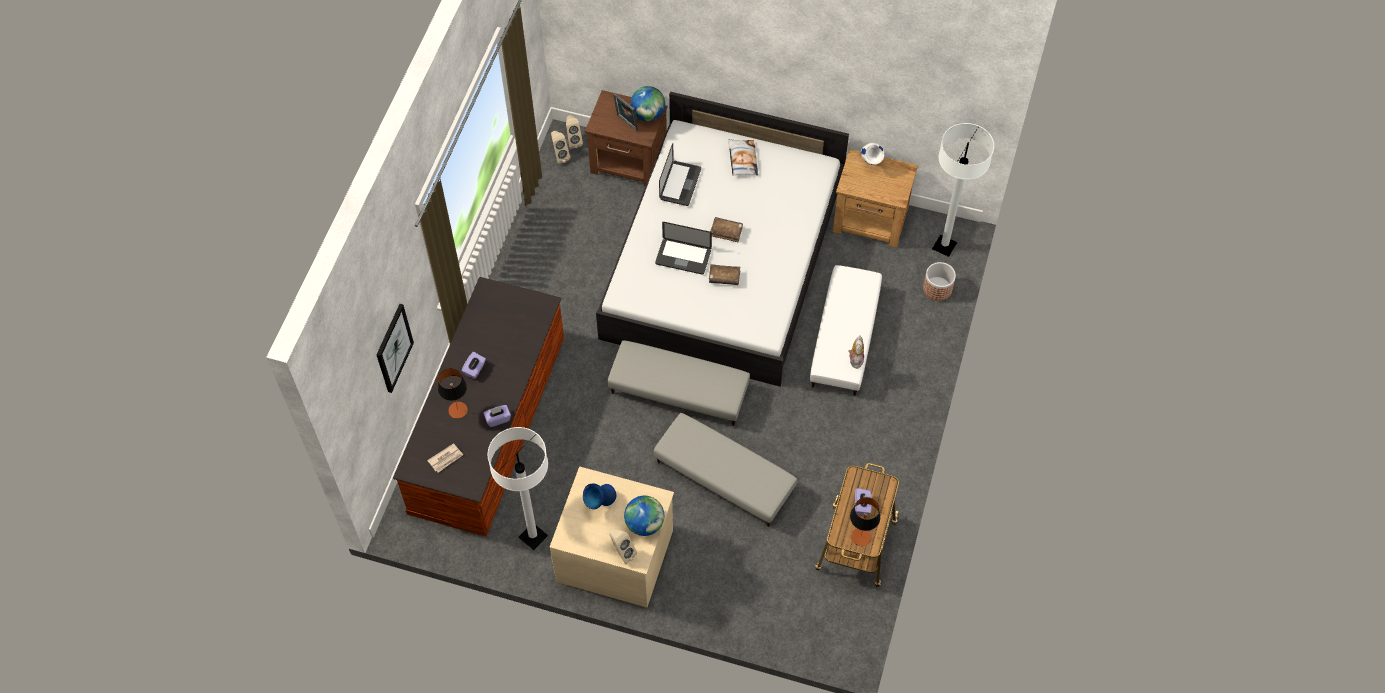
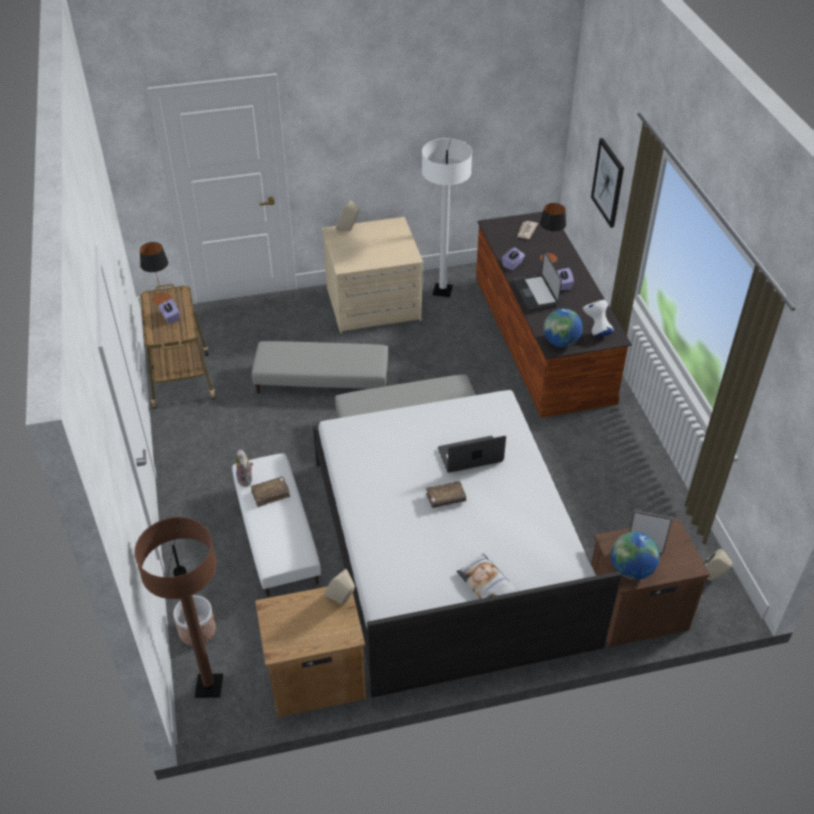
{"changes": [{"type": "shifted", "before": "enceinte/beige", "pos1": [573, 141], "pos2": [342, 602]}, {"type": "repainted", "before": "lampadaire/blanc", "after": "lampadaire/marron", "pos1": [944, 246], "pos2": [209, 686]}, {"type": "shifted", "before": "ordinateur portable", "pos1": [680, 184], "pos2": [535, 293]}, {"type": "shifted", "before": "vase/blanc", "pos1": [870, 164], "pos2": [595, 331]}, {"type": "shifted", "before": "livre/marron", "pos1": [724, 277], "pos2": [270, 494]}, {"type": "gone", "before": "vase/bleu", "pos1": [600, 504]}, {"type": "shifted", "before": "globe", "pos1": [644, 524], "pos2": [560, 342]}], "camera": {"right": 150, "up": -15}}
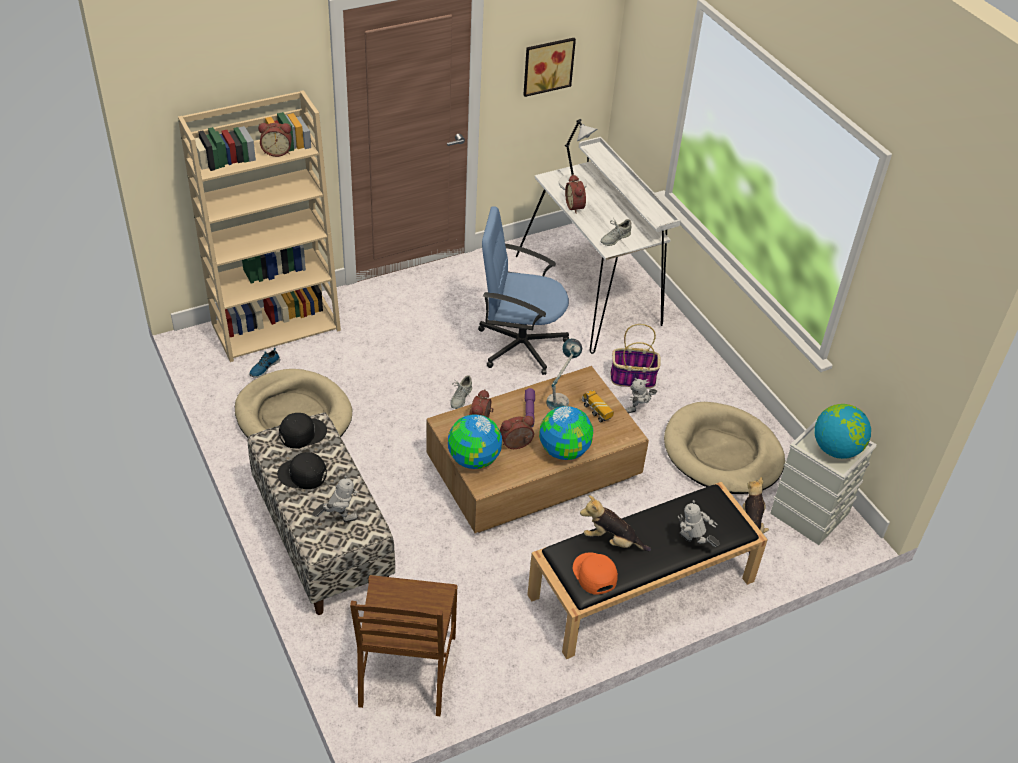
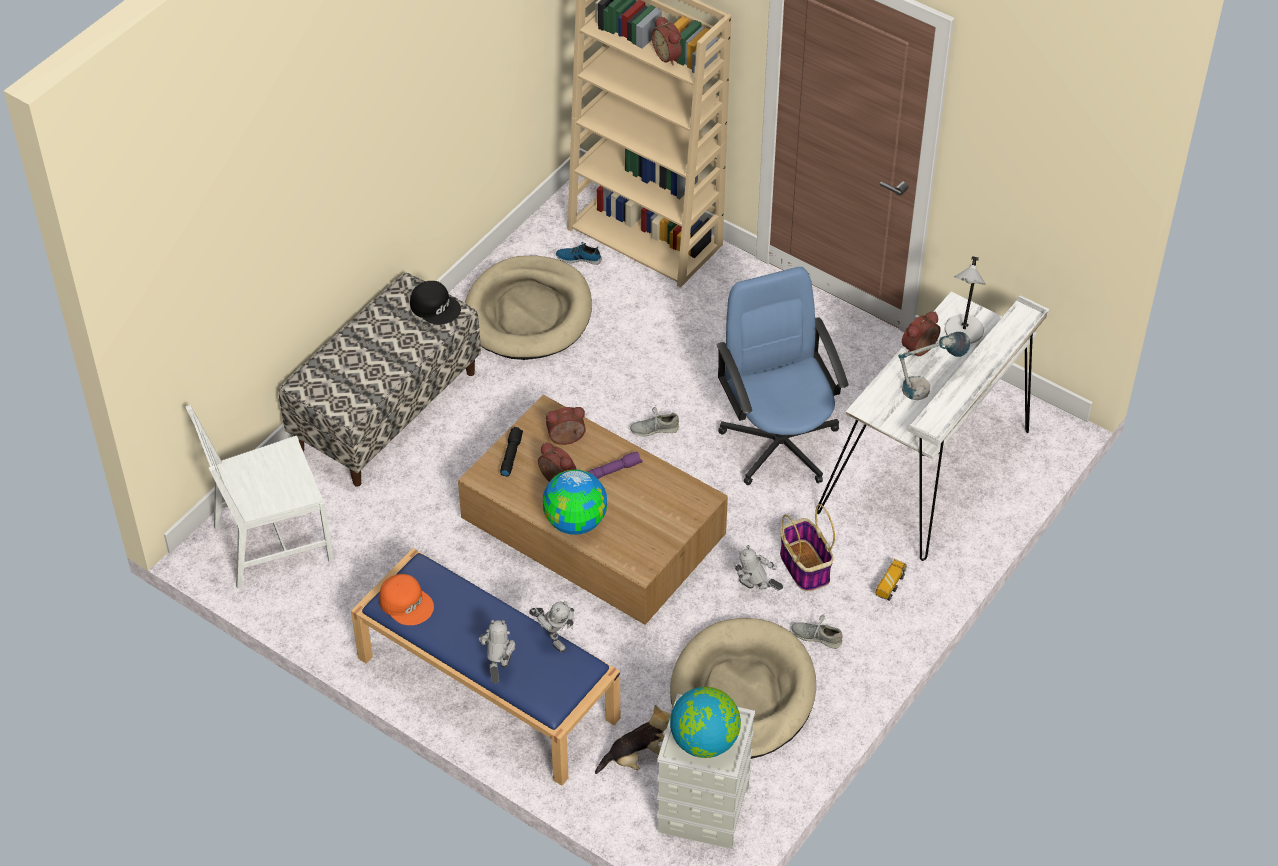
{"changes": [{"type": "gone", "before": "tableau", "pos1": [547, 65]}, {"type": "shifted", "before": "chaussure/gris", "pos1": [615, 238], "pos2": [816, 636]}, {"type": "shifted", "before": "lampe de table", "pos1": [561, 397], "pos2": [928, 389]}, {"type": "shifted", "before": "camion jouet", "pos1": [596, 411], "pos2": [890, 585]}, {"type": "swapped", "before": "globe", "after": "lampe de poche/noir", "pos1": [474, 459], "pos2": [510, 455]}, {"type": "gone", "before": "casquette/noir", "pos1": [302, 475]}, {"type": "shifted", "before": "robot jouet", "pos1": [338, 519], "pos2": [553, 637]}, {"type": "repainted", "before": "banc/noir", "after": "banc/bleu", "pos1": [641, 589], "pos2": [486, 688]}, {"type": "gone", "before": "peluche", "pos1": [611, 541]}, {"type": "rotated", "before": "casquette/orange", "pos1": [594, 574], "pos2": [406, 603], "turn": 90}, {"type": "repainted", "before": "chaise/marron", "after": "chaise/blanc", "pos1": [407, 671], "pos2": [272, 543]}], "camera": {"right": 65, "up": 5}}
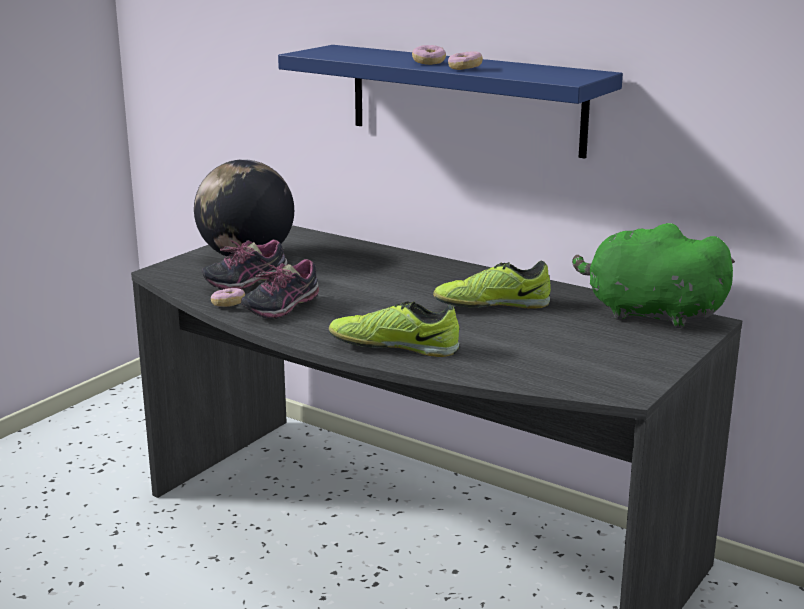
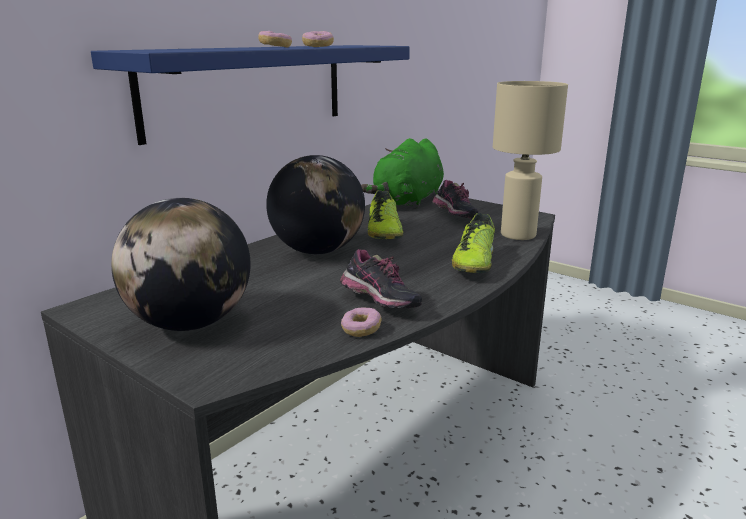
{"changes": [{"type": "shifted", "before": "chaussure", "pos1": [246, 283], "pos2": [454, 216]}, {"type": "new", "after": "lampe de table/beige", "pos2": [519, 235]}, {"type": "new", "after": "globe", "pos2": [317, 251]}], "camera": {"right": -85, "up": 0}}
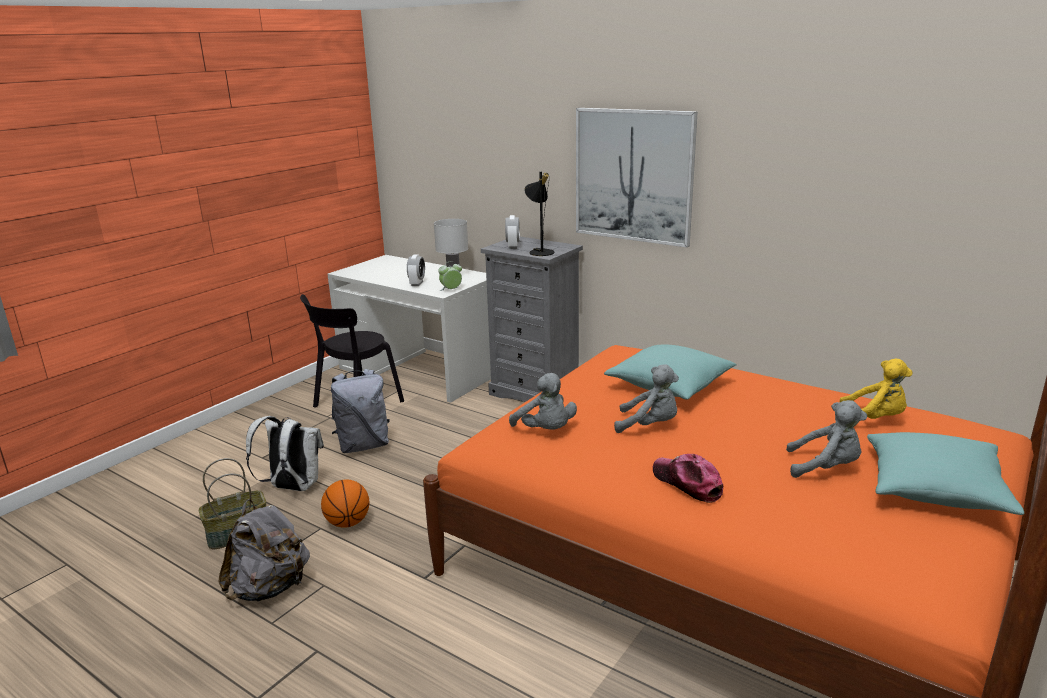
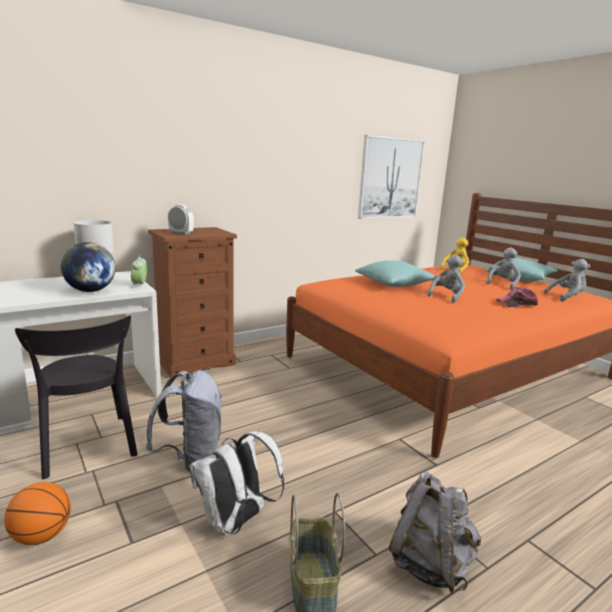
{"changes": [{"type": "shifted", "before": "tableau", "pos1": [633, 176], "pos2": [390, 178]}, {"type": "gone", "before": "lampe de table/noir", "pos1": [540, 251]}, {"type": "repainted", "before": "commode/gris", "after": "commode/marron", "pos1": [535, 393], "pos2": [196, 362]}, {"type": "swapped", "before": "réveil", "after": "globe", "pos1": [417, 283], "pos2": [90, 291]}, {"type": "shifted", "before": "peluche/gris", "pos1": [545, 431], "pos2": [567, 297]}, {"type": "shifted", "before": "ballon de basket", "pos1": [348, 523], "pos2": [42, 535]}], "camera": {"right": -70, "up": -5}}
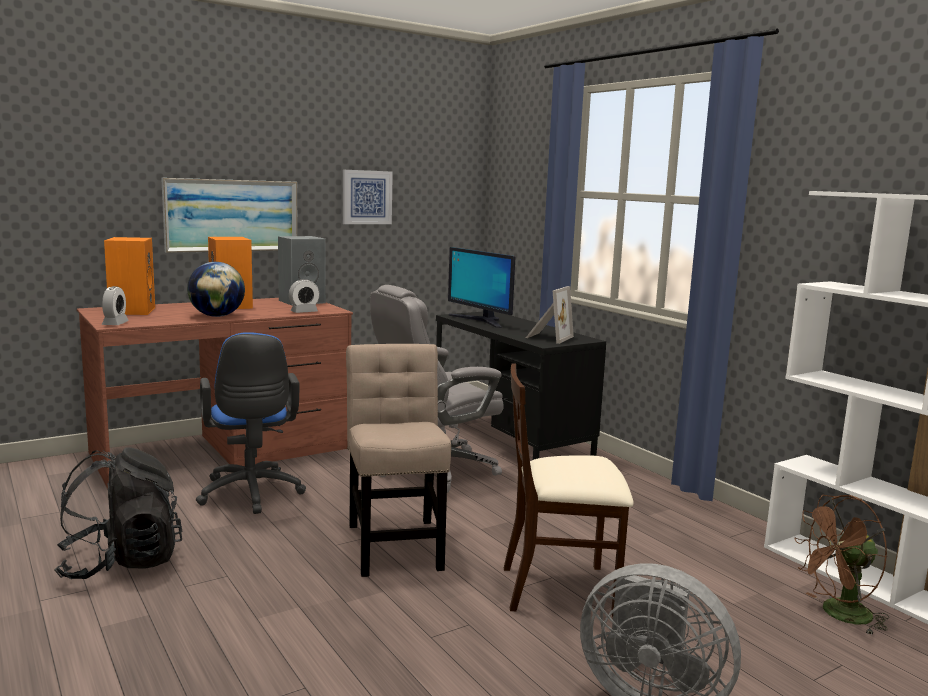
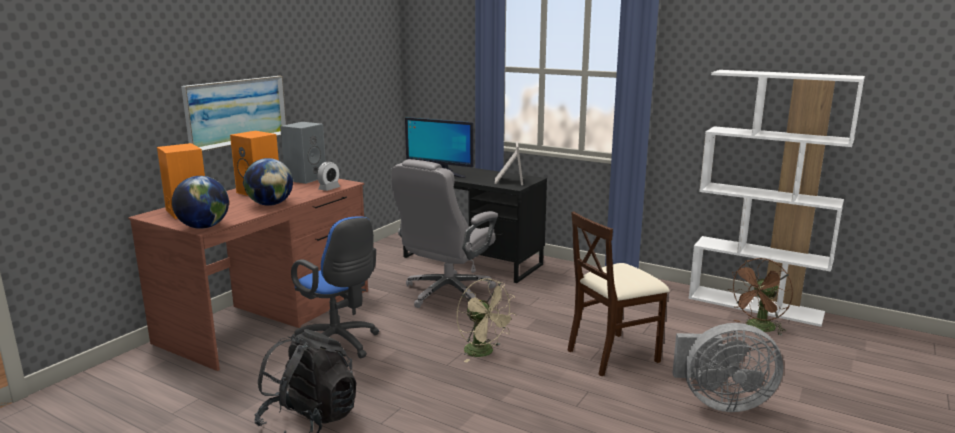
{"changes": [{"type": "gone", "before": "tableau", "pos1": [366, 197]}, {"type": "swapped", "before": "réveil", "after": "globe", "pos1": [115, 323], "pos2": [203, 227]}, {"type": "swapped", "before": "chaise/beige", "after": "ventilateur/beige", "pos1": [395, 543], "pos2": [484, 353]}], "camera": {"right": -25, "up": 5}}
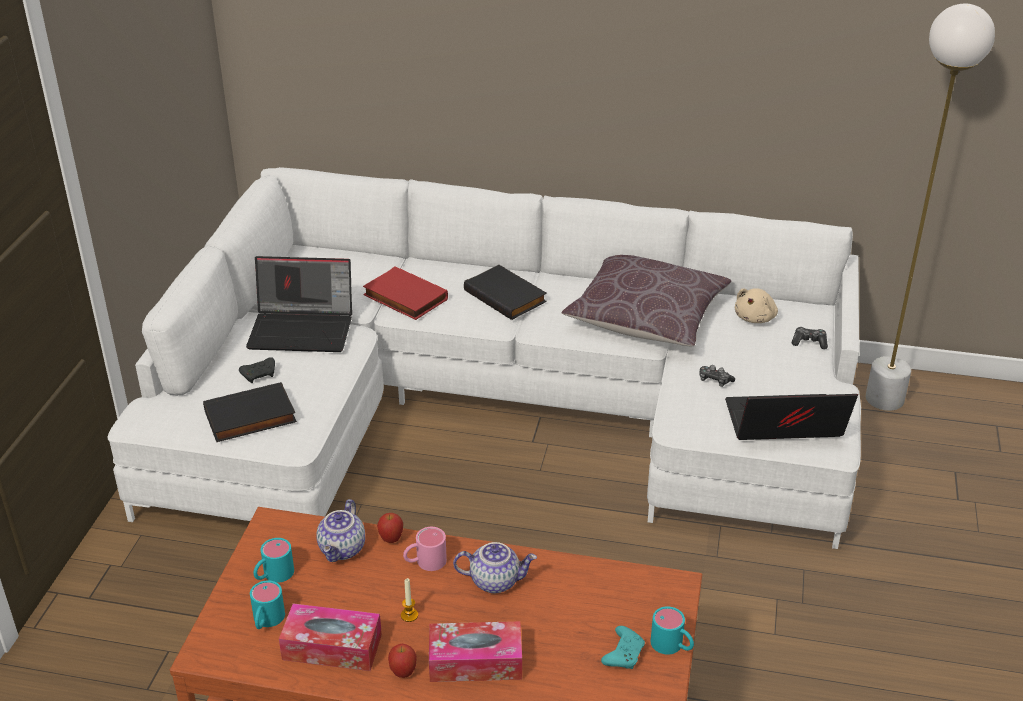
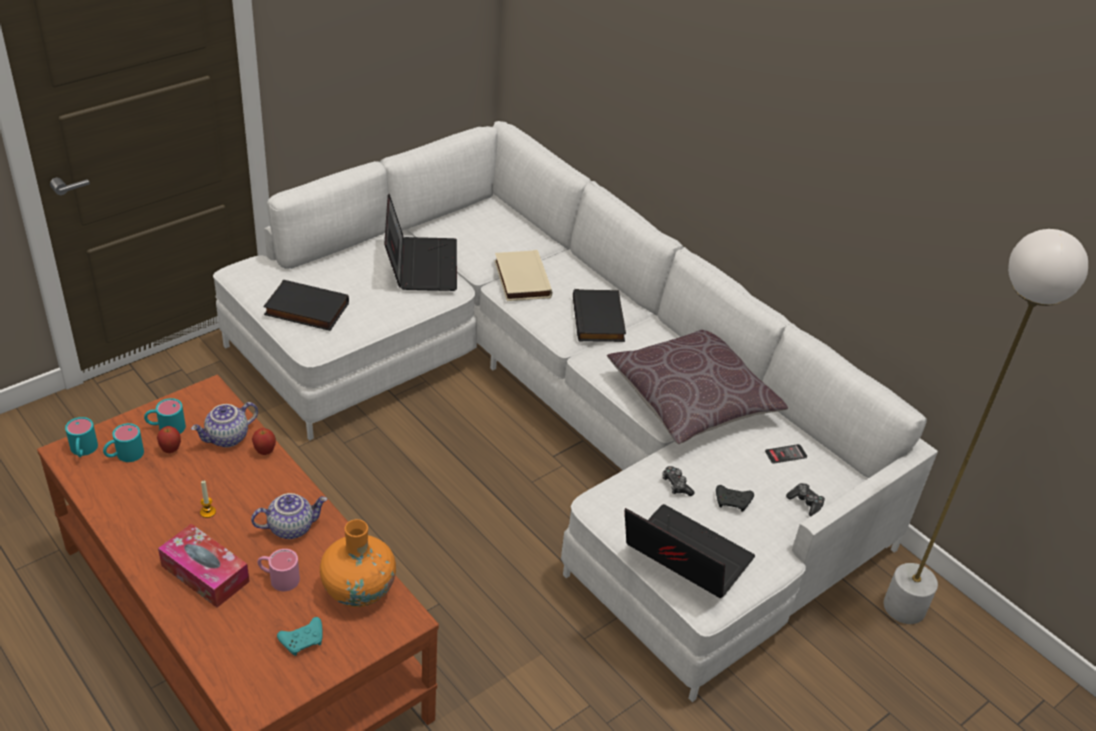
{"changes": [{"type": "rotated", "before": "ordinateur portable", "pos1": [303, 329], "pos2": [420, 264], "turn": -135}, {"type": "repainted", "before": "livre/rouge", "after": "livre/beige", "pos1": [403, 298], "pos2": [520, 279]}, {"type": "swapped", "before": "peluche/beige", "after": "téléphone", "pos1": [755, 318], "pos2": [785, 454]}, {"type": "shifted", "before": "manette/noir", "pos1": [260, 375], "pos2": [733, 502]}, {"type": "shifted", "before": "mug/rose", "pos1": [425, 562], "pos2": [278, 578]}, {"type": "rotated", "before": "théière", "pos1": [495, 580], "pos2": [291, 527], "turn": -60}, {"type": "gone", "before": "boîte à mouchoirs", "pos1": [332, 647]}, {"type": "shifted", "before": "mug/turquoise", "pos1": [672, 646], "pos2": [83, 451]}, {"type": "shifted", "before": "pomme", "pos1": [403, 672], "pos2": [170, 450]}, {"type": "new", "after": "vase/orange", "pos2": [359, 589]}], "camera": {"right": 35, "up": 5}}
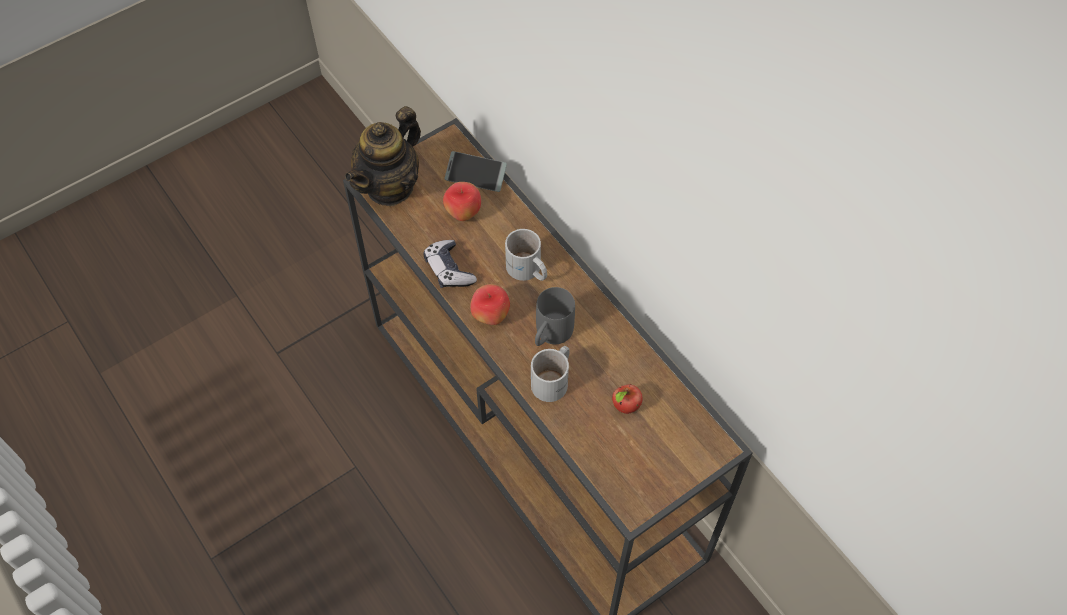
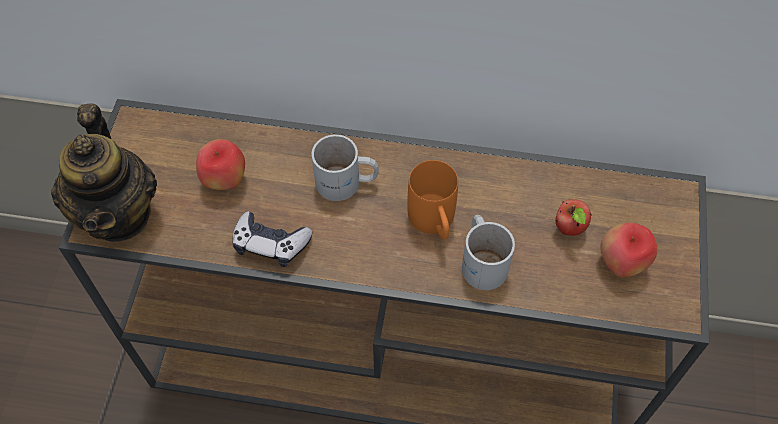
{"changes": [{"type": "gone", "before": "téléphone", "pos1": [475, 175]}, {"type": "shifted", "before": "pomme", "pos1": [490, 315], "pos2": [621, 263]}, {"type": "repainted", "before": "mug/gris", "after": "mug/orange", "pos1": [550, 335], "pos2": [434, 224]}], "camera": {"right": -45, "up": 0}}
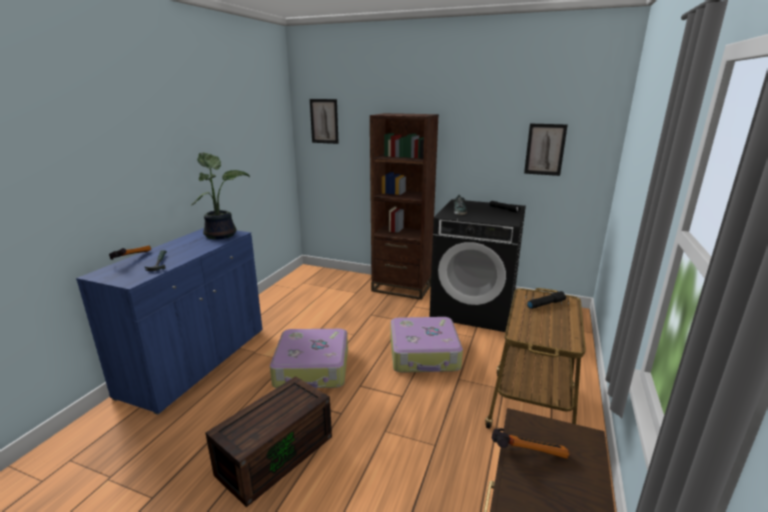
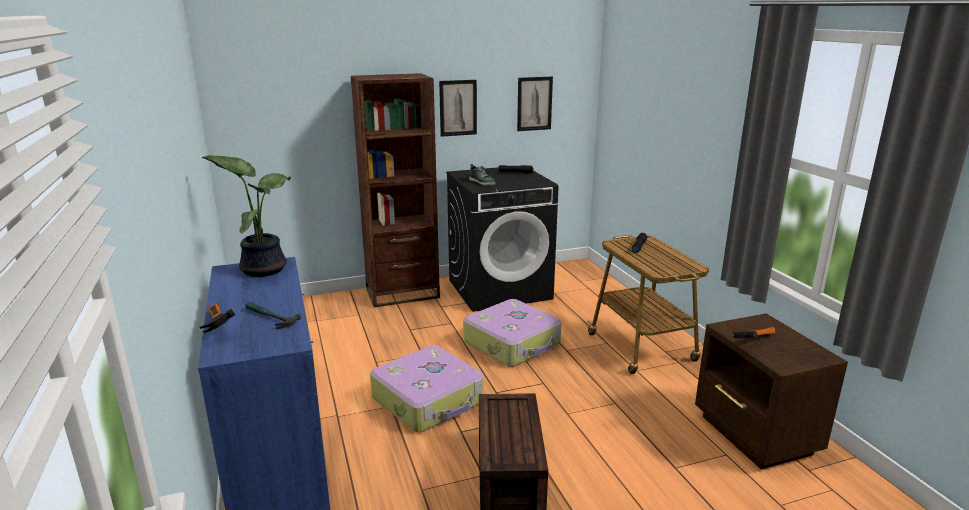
{"changes": [{"type": "shifted", "before": "tableau", "pos1": [324, 121], "pos2": [458, 108]}], "camera": {"right": -40, "up": 0}}
